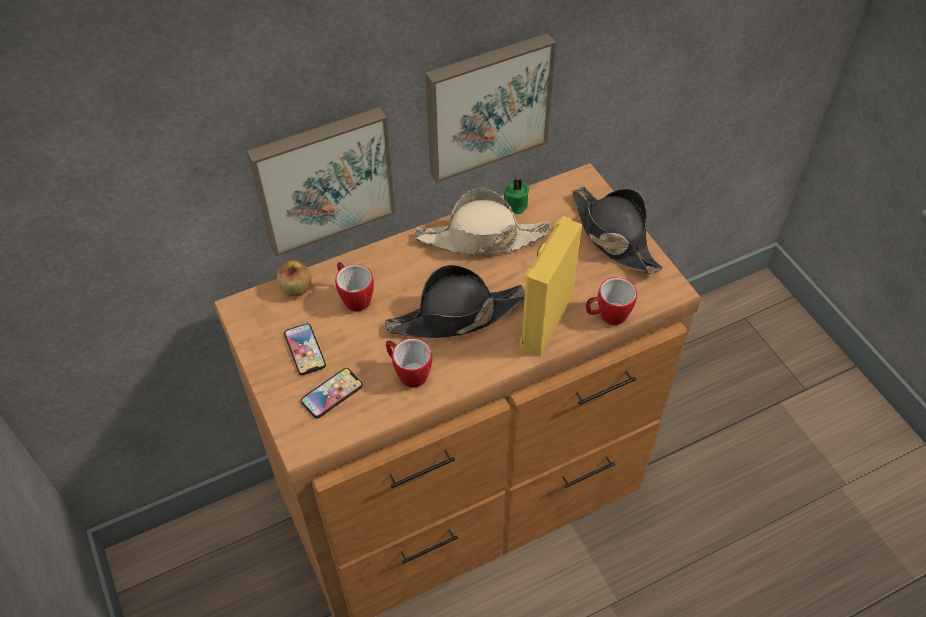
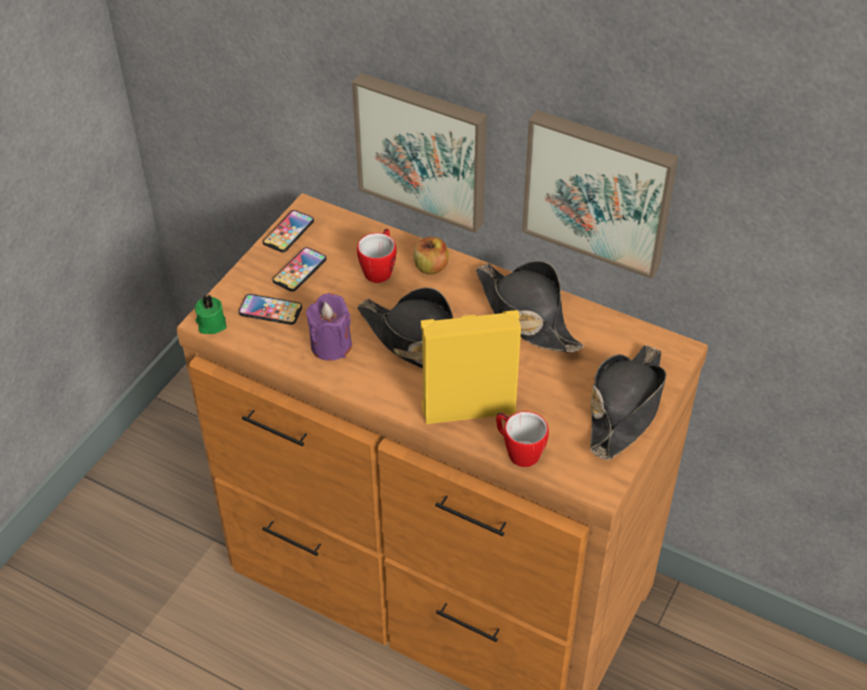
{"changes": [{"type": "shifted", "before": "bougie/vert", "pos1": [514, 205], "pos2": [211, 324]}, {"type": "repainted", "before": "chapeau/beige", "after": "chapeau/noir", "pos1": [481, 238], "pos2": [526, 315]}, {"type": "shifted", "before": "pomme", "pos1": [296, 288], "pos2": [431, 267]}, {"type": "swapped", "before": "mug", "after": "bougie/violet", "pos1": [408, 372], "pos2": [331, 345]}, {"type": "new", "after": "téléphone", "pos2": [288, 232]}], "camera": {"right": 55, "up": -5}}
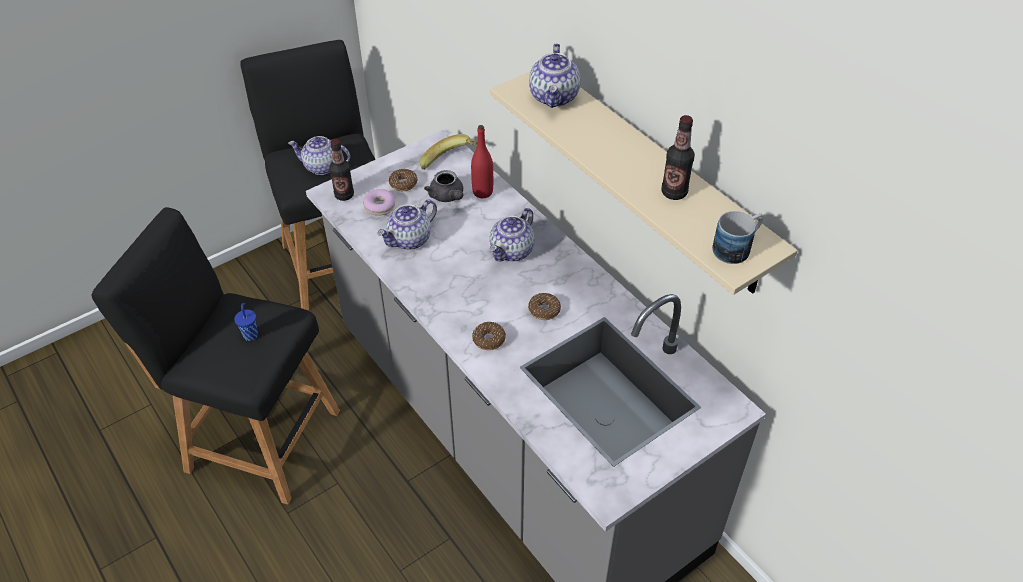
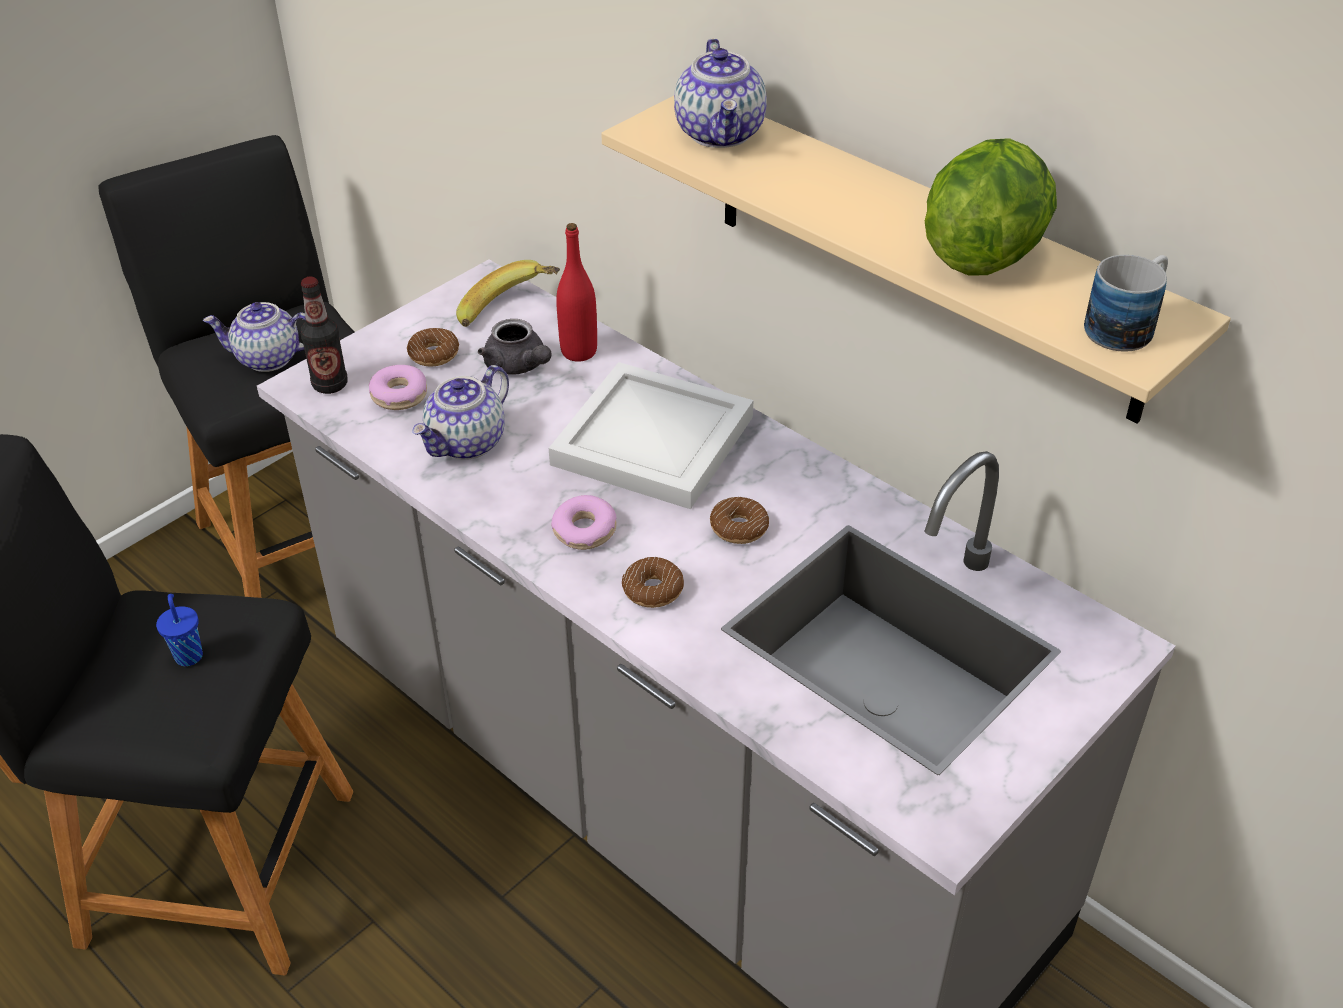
{"changes": [{"type": "swapped", "before": "bouteille", "after": "laitue", "pos1": [674, 193], "pos2": [983, 254]}, {"type": "swapped", "before": "théière", "after": "plateau/blanc", "pos1": [512, 251], "pos2": [656, 440]}, {"type": "new", "after": "beignet", "pos2": [584, 531]}], "camera": {"right": -10, "up": -5}}
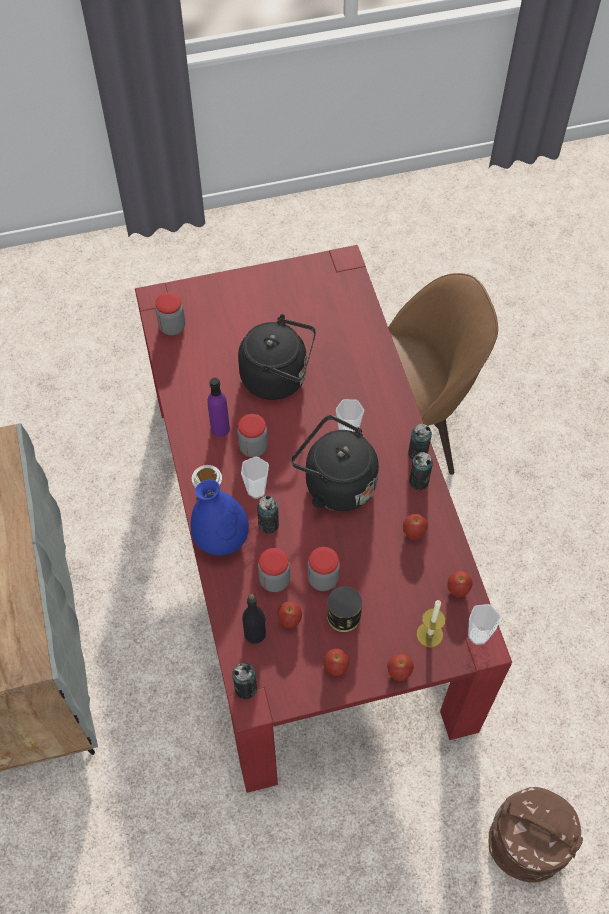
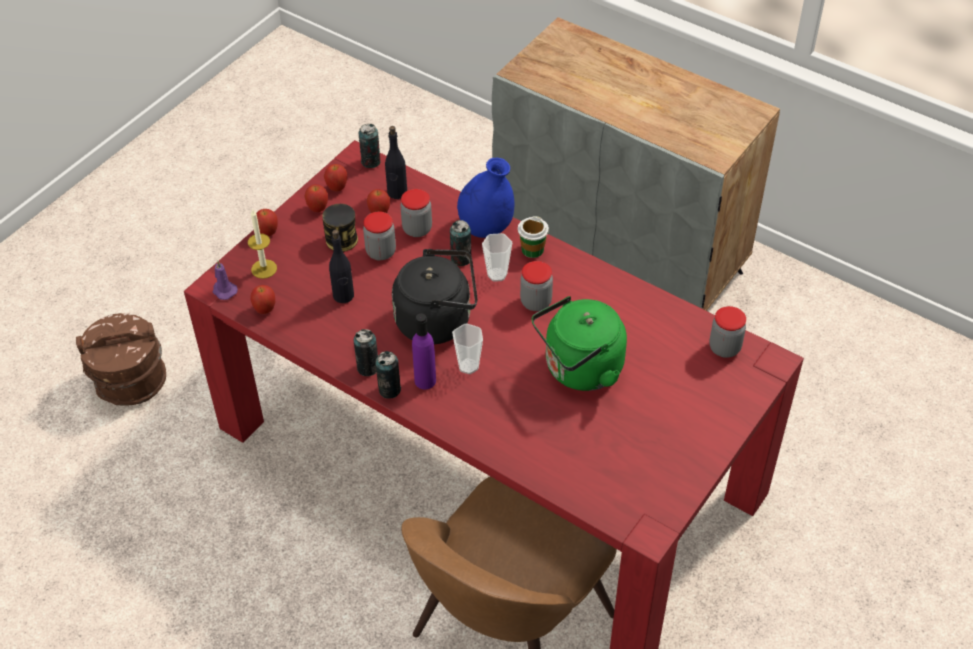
{"changes": [{"type": "repainted", "before": "bouilloire/noir", "after": "bouilloire/vert", "pos1": [278, 378], "pos2": [579, 370]}, {"type": "shifted", "before": "bouteille/violet", "pos1": [220, 429], "pos2": [425, 380]}, {"type": "shifted", "before": "pomme", "pos1": [413, 534], "pos2": [337, 188]}, {"type": "swapped", "before": "tasse", "after": "bougie/violet", "pos1": [478, 635], "pos2": [224, 290]}, {"type": "new", "after": "bouteille/noir", "pos2": [343, 296]}], "camera": {"right": 140, "up": -10}}
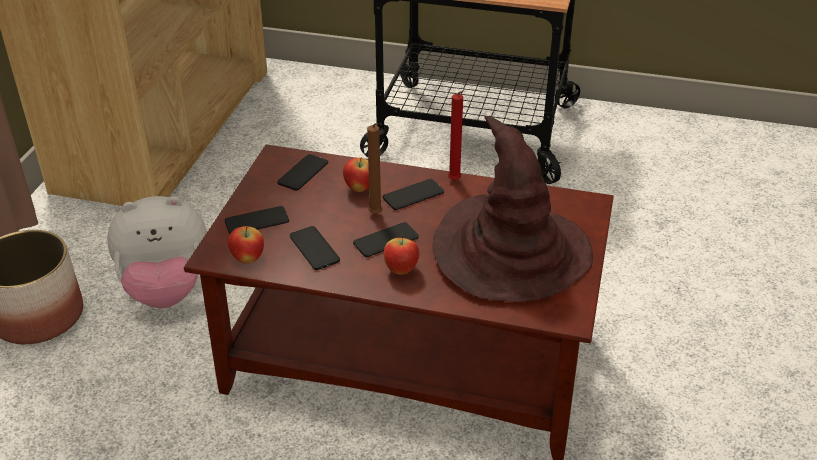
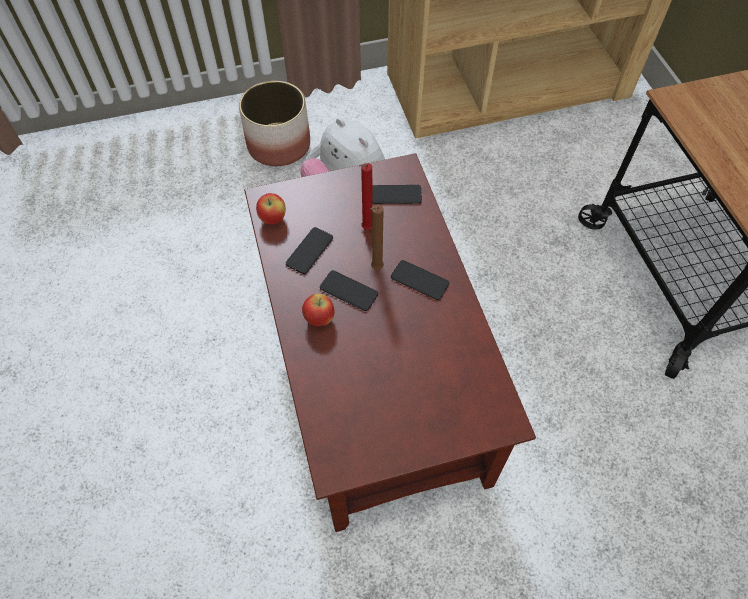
{"changes": [{"type": "shifted", "before": "bougie/rouge", "pos1": [455, 182], "pos2": [366, 229]}, {"type": "gone", "before": "chapeau/marron", "pos1": [511, 253]}, {"type": "gone", "before": "pomme", "pos1": [359, 188]}, {"type": "gone", "before": "téléphone", "pos1": [257, 221]}], "camera": {"right": 60, "up": 20}}
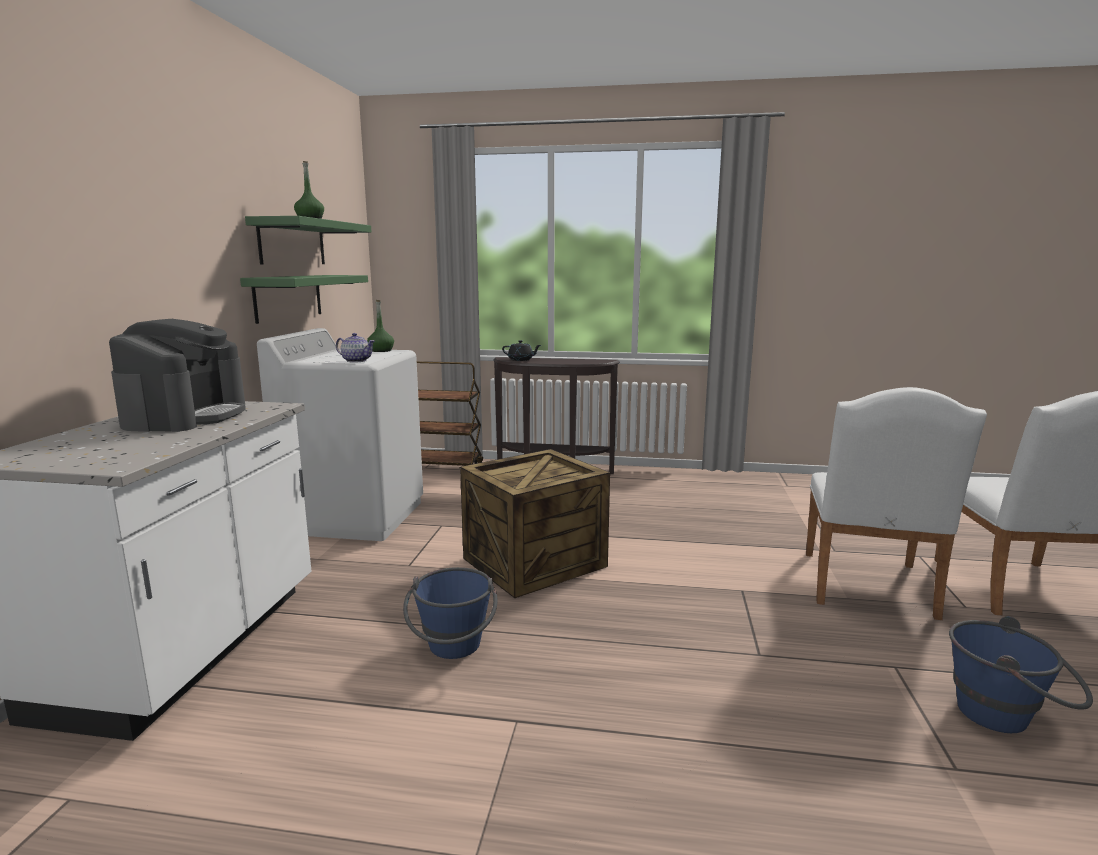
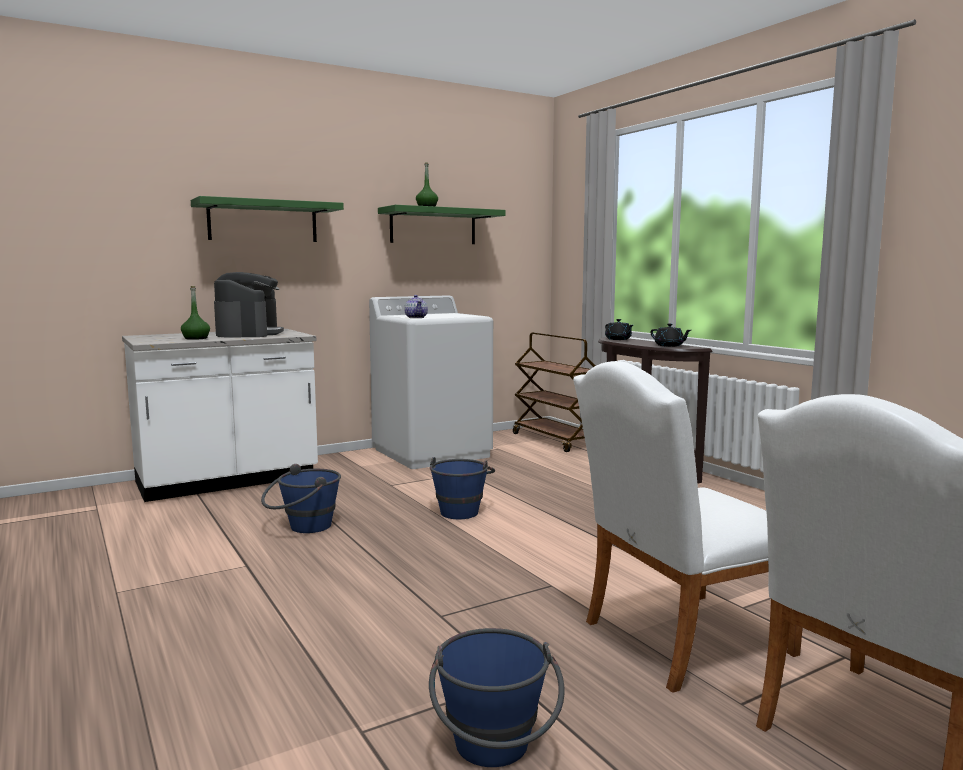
{"changes": [{"type": "shifted", "before": "étagère/vert", "pos1": [288, 297], "pos2": [263, 222]}, {"type": "shifted", "before": "bouteille/vert", "pos1": [381, 350], "pos2": [196, 338]}, {"type": "rotated", "before": "machine à café", "pos1": [187, 416], "pos2": [249, 333], "turn": -60}, {"type": "swapped", "before": "caisse", "after": "seau/bleu", "pos1": [534, 561], "pos2": [461, 510]}, {"type": "new", "after": "théière/noir", "pos2": [669, 346]}], "camera": {"right": 50, "up": -5}}
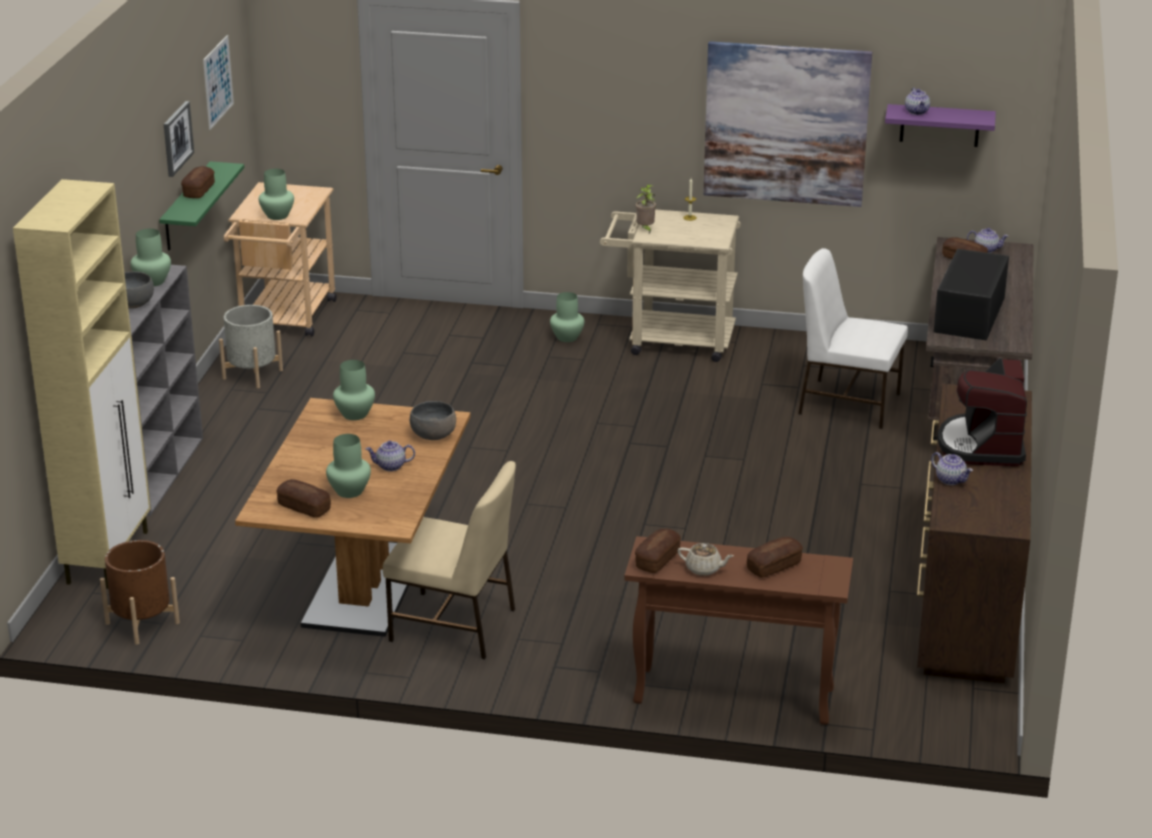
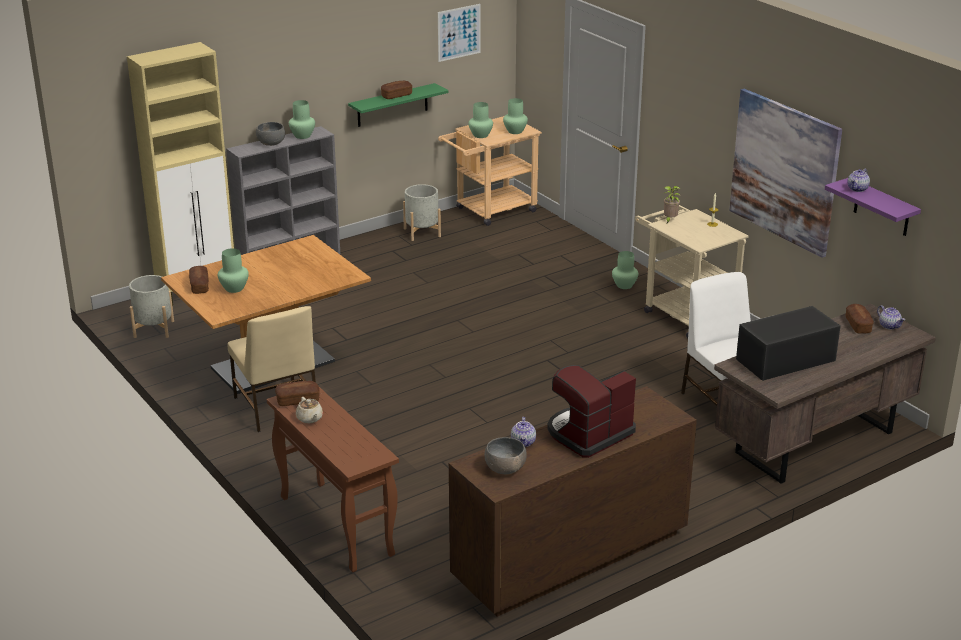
{"changes": [{"type": "gone", "before": "tableau", "pos1": [177, 138]}, {"type": "shifted", "before": "vase/vert", "pos1": [355, 414], "pos2": [515, 131]}, {"type": "shifted", "before": "bol/gris", "pos1": [433, 435], "pos2": [505, 468]}, {"type": "gone", "before": "théière", "pos1": [390, 466]}, {"type": "gone", "before": "pain", "pos1": [774, 566]}, {"type": "repainted", "before": "cache-pot/marron", "after": "cache-pot/gris", "pos1": [142, 623], "pos2": [154, 329]}], "camera": {"right": 45, "up": 0}}
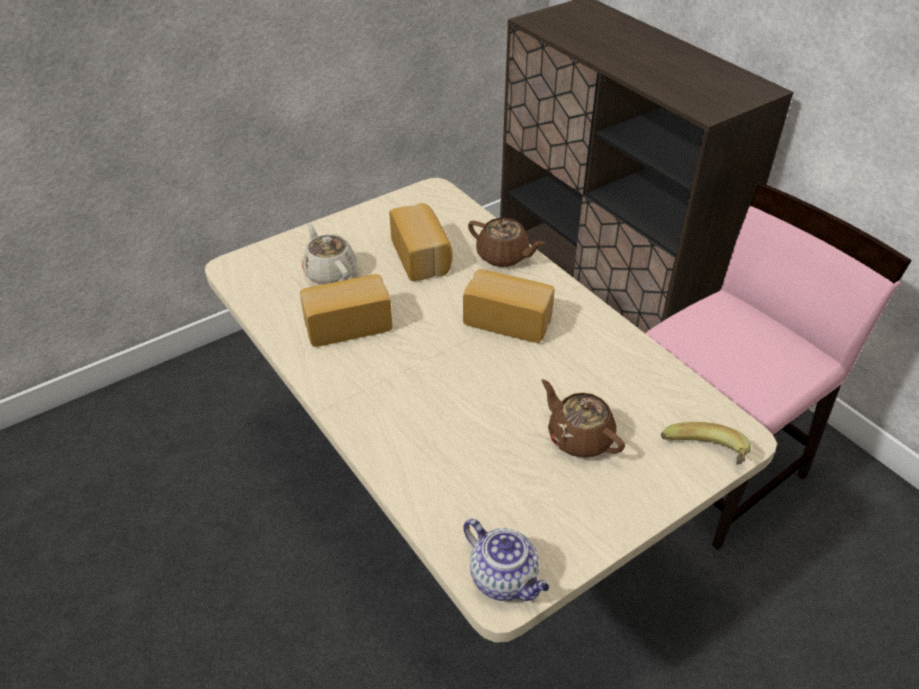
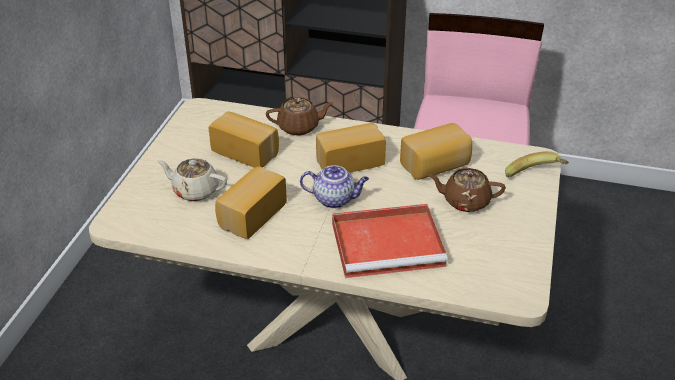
{"changes": [{"type": "shifted", "before": "théière", "pos1": [505, 579], "pos2": [335, 199]}, {"type": "new", "after": "pain", "pos2": [436, 166]}, {"type": "new", "after": "plateau/rouge", "pos2": [389, 243]}], "camera": {"right": -40, "up": -5}}
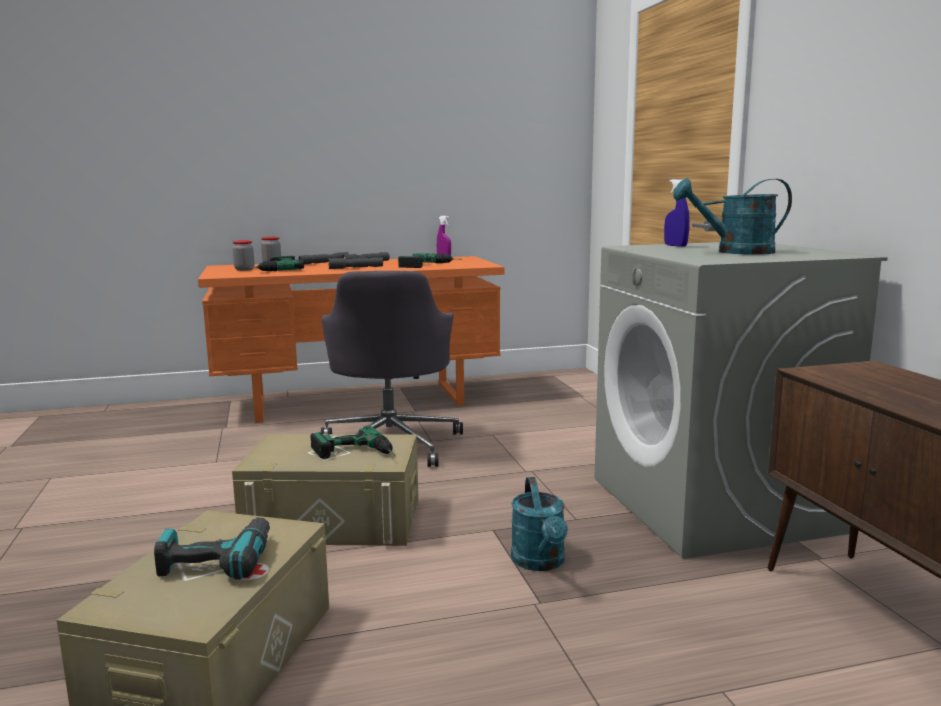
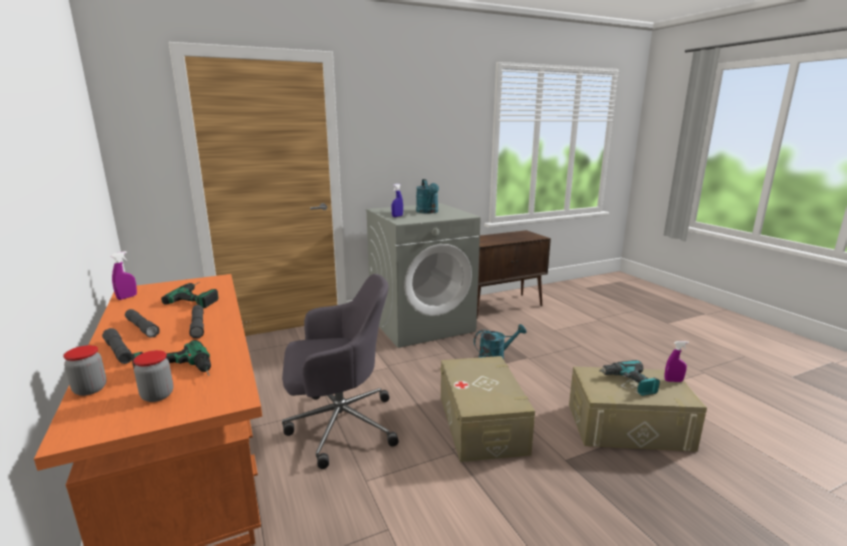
{"changes": [{"type": "gone", "before": "perceuse", "pos1": [356, 454]}, {"type": "new", "after": "vaporisateur/violet", "pos2": [673, 381]}], "camera": {"right": -100, "up": 5}}
